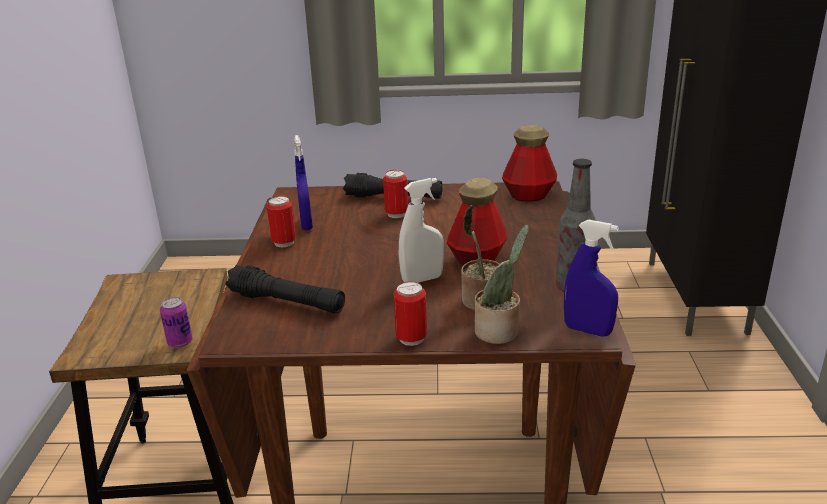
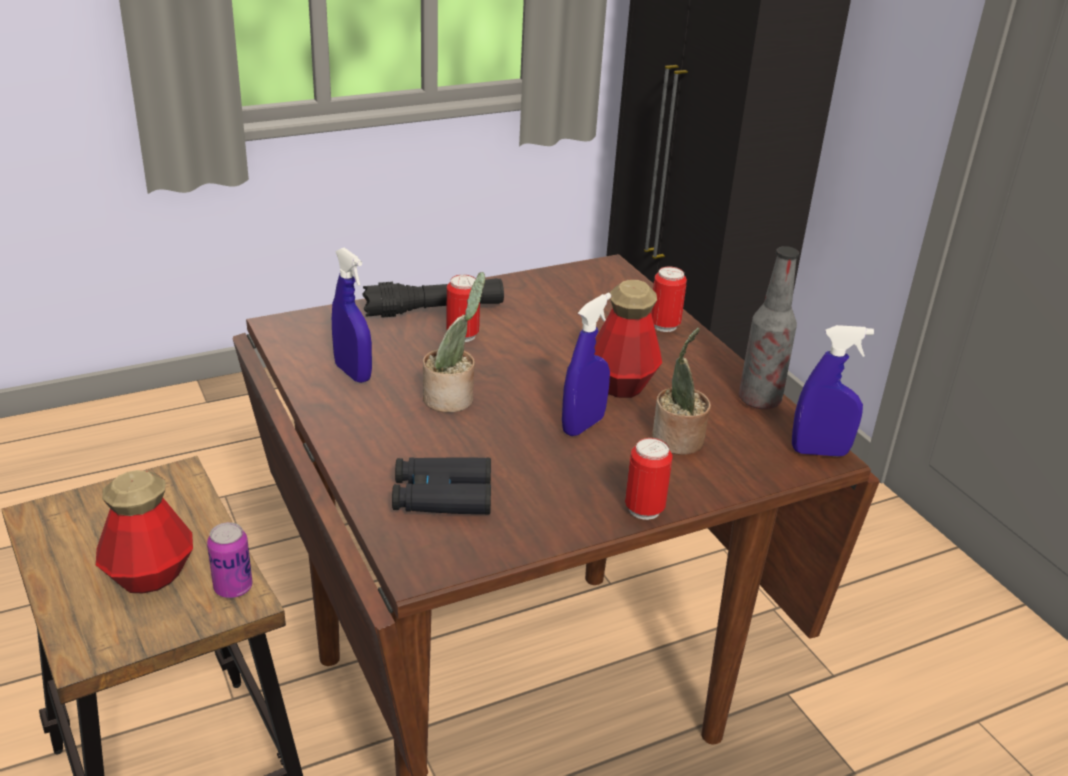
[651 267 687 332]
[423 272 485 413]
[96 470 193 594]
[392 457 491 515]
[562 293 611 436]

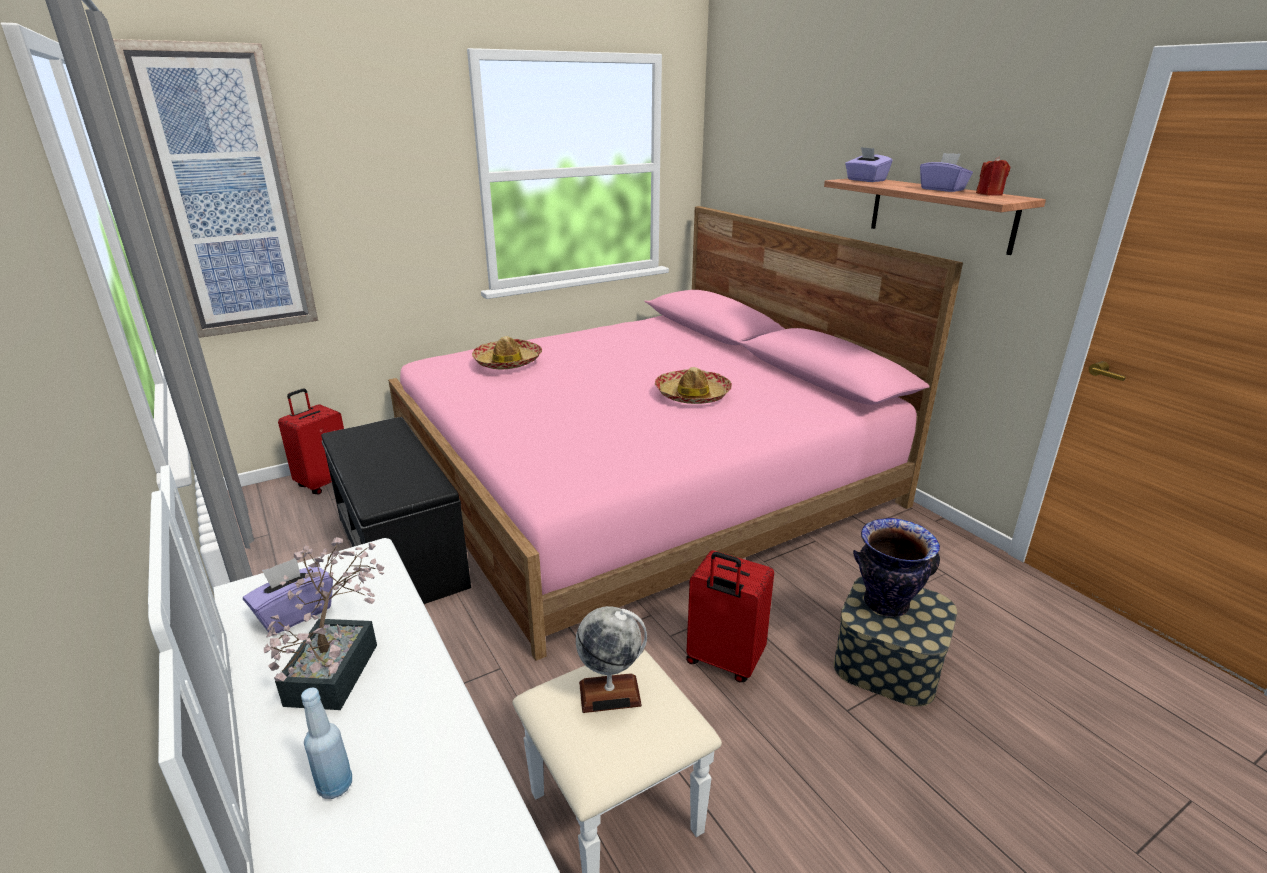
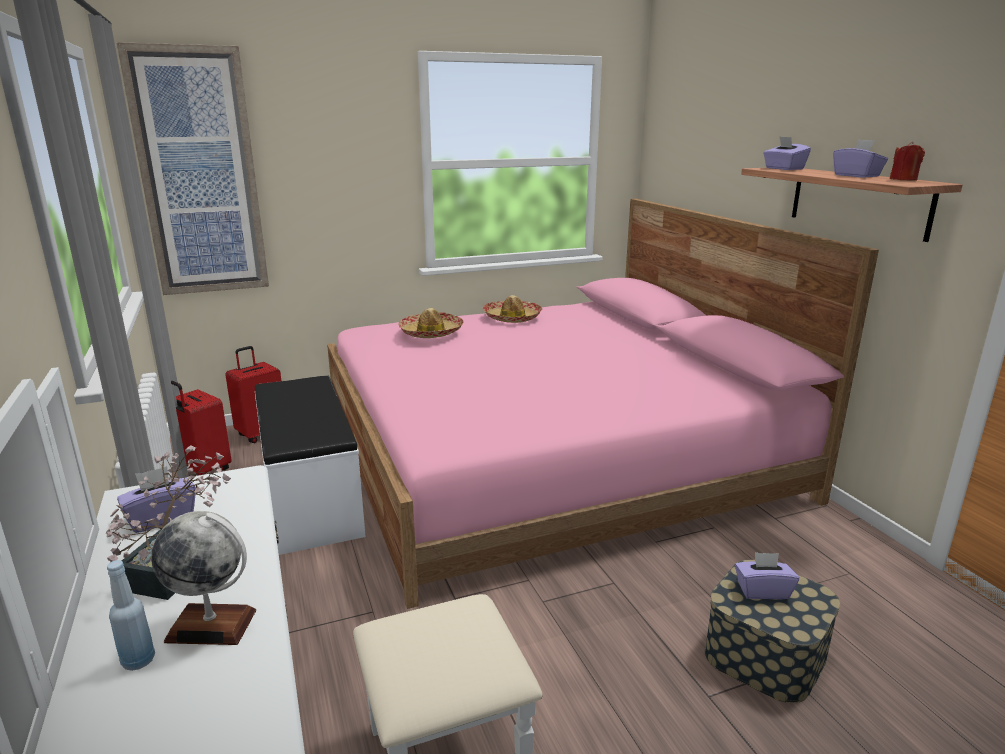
[151 511 256 645]
[483 295 542 323]
[171 381 232 476]
[735 552 799 599]
[255 376 366 555]

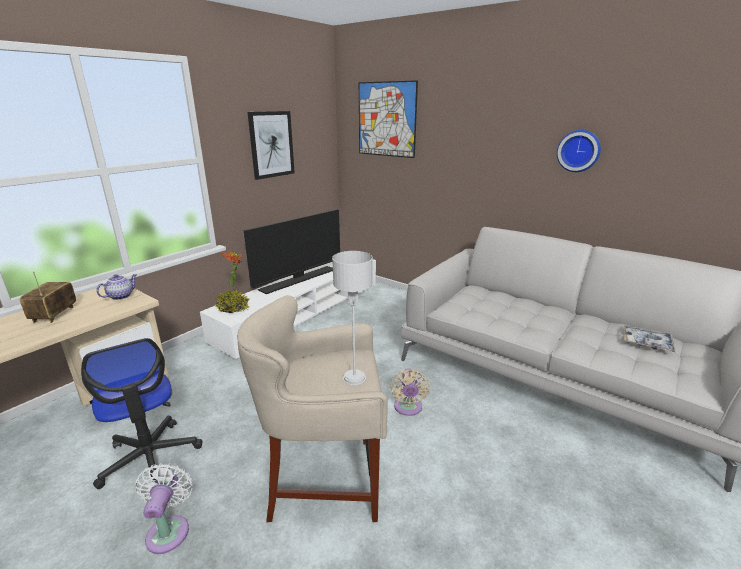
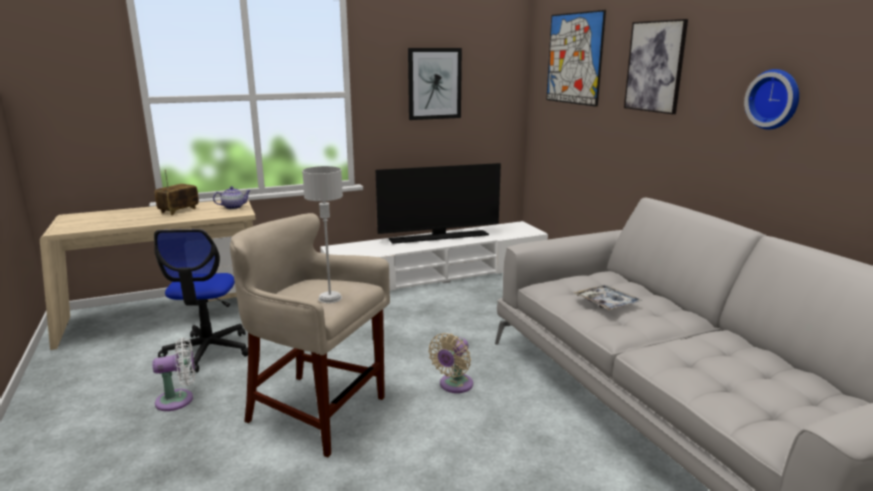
[215 251 250 313] (first image)
[624 19 688 114]
[574 285 643 311]
[152 338 195 411]

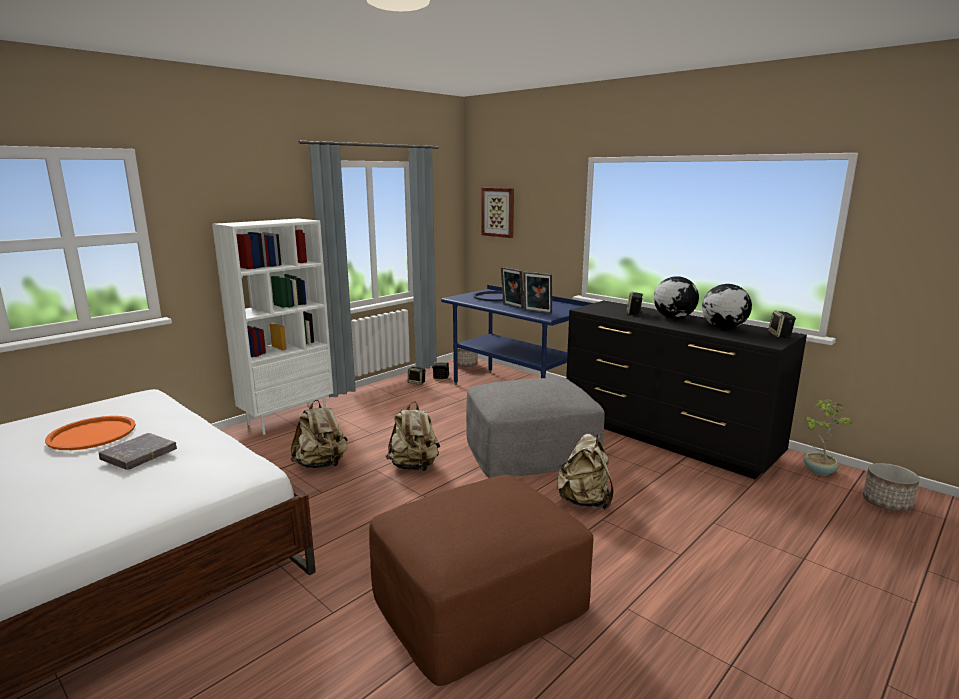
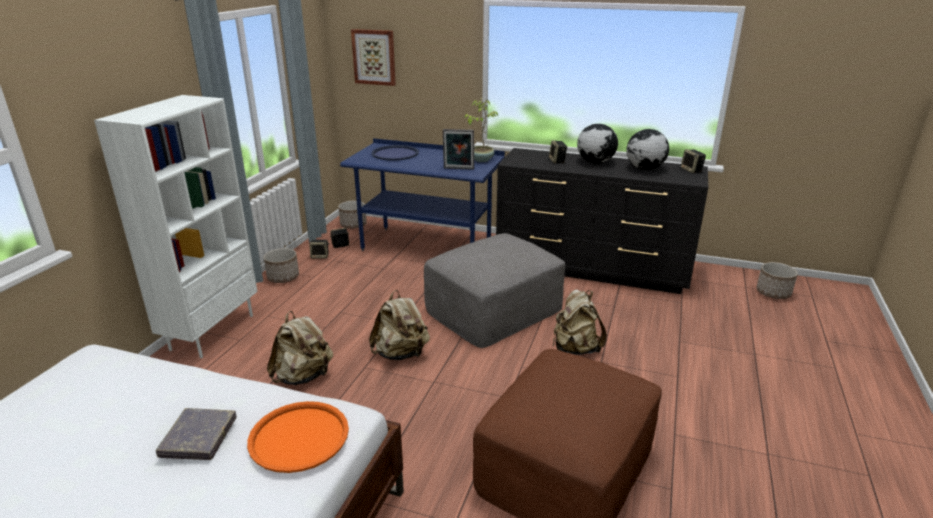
[501 267 524 309] (first image)
[264 248 299 283]
[247 401 349 473]
[465 98 498 162]

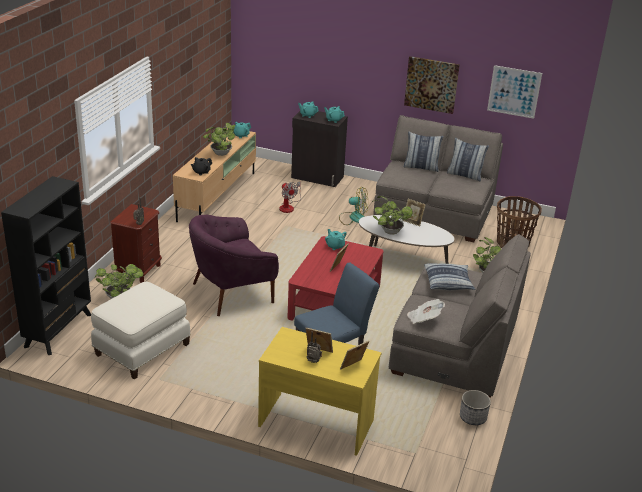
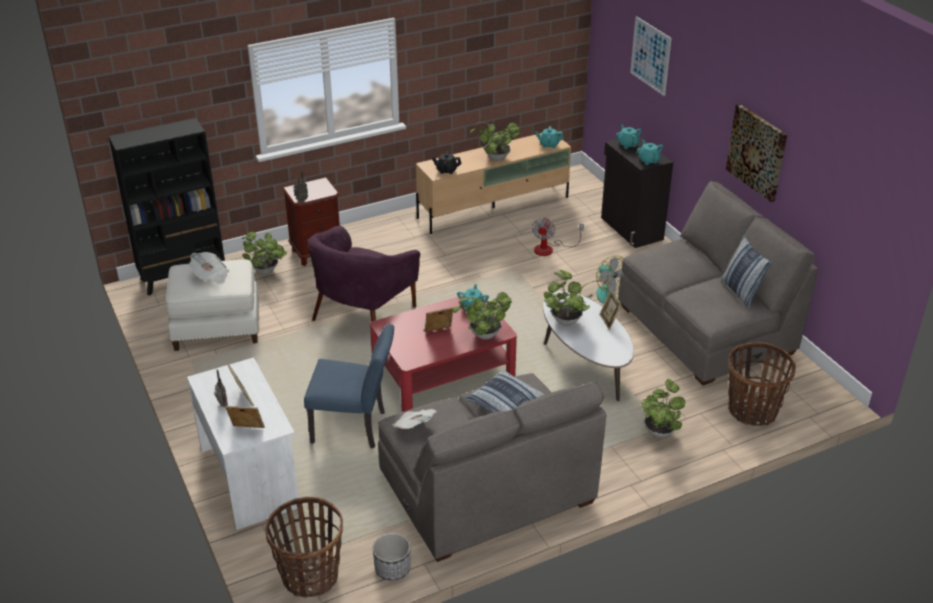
[403 131 444 172] (first image)
[189 252 229 285]
[265 497 343 598]
[453 292 512 340]
[630 16 672 96]
[187 357 298 530]
[307 226 421 322]

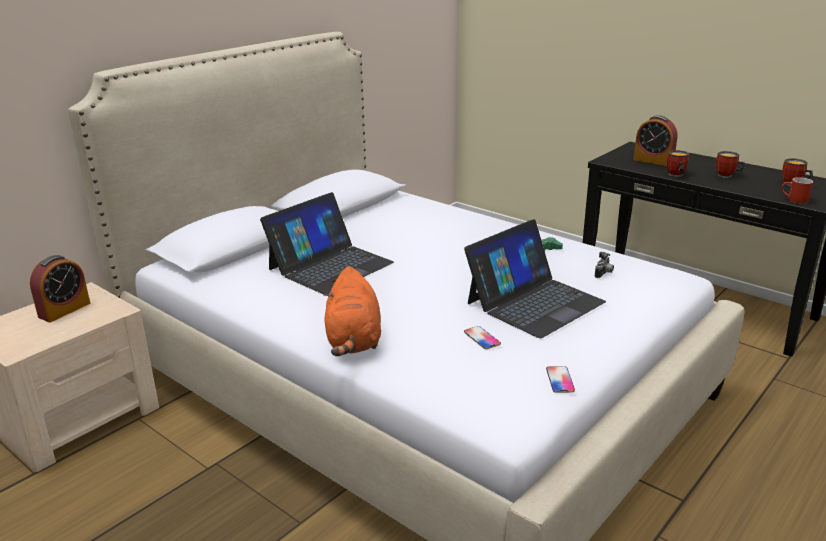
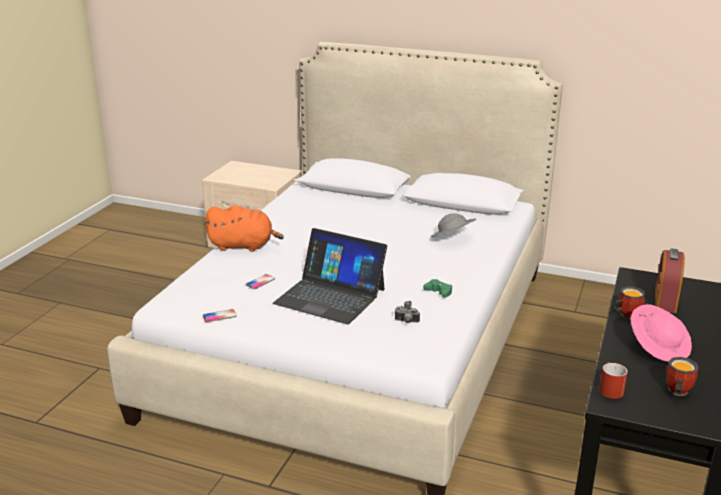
[30 255 90 322] (first image)
[260 192 394 294] (first image)
[431 213 476 237]
[631 304 692 362]
[204 205 284 252]

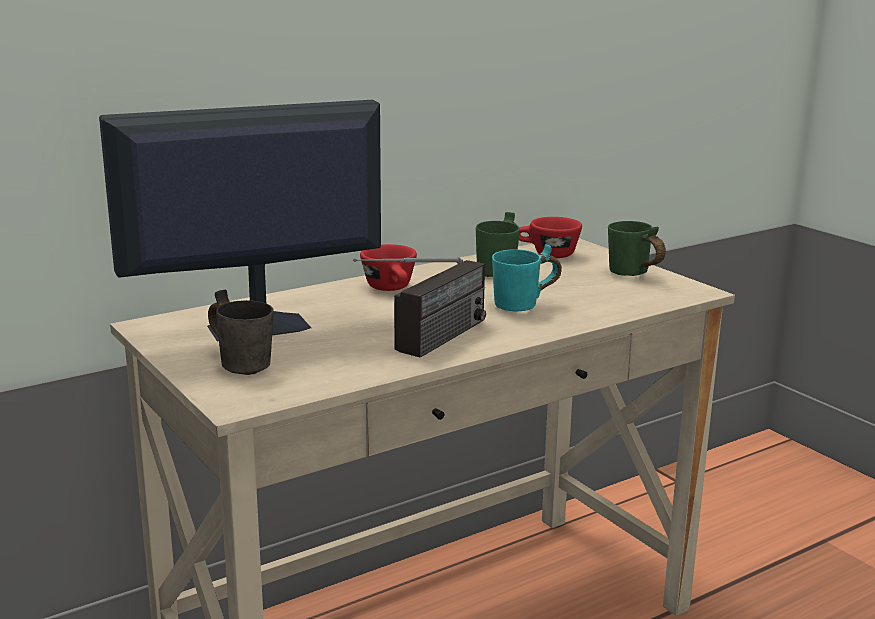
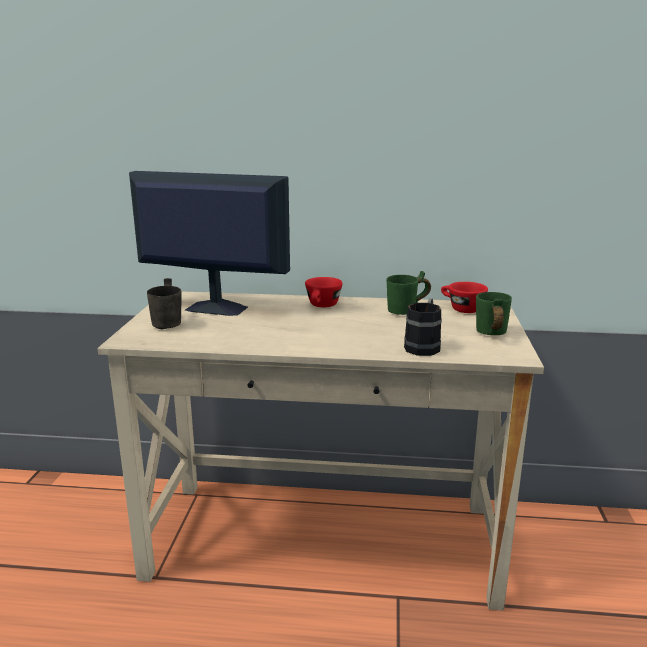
[353 257 486 358] (first image)
[492 244 562 312] (first image)
[404 298 442 356]

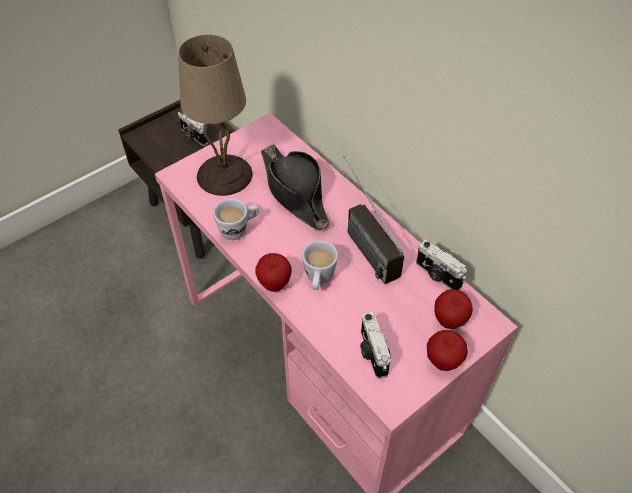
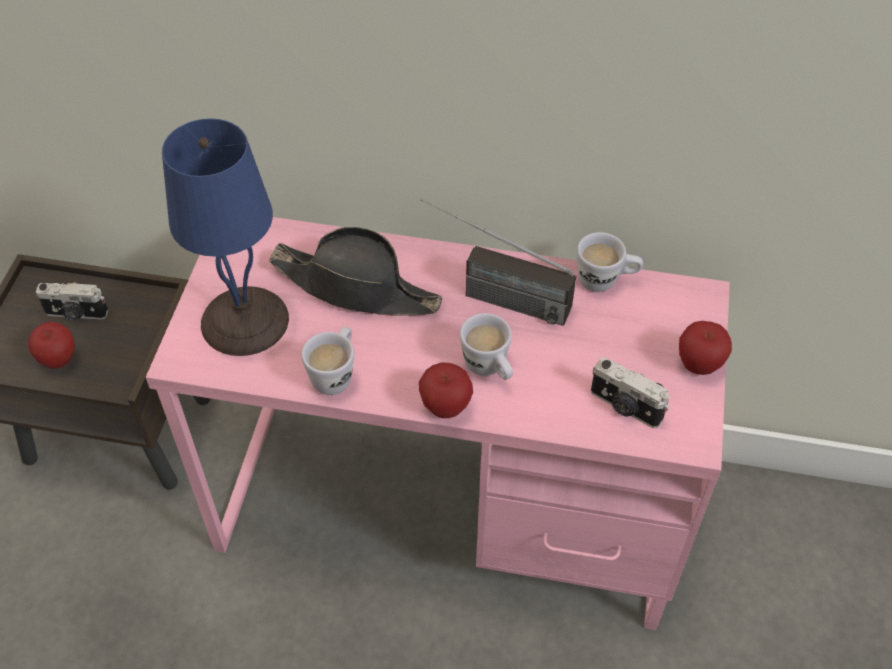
[28 322 75 369]
[577 232 643 292]
[162 119 289 356]

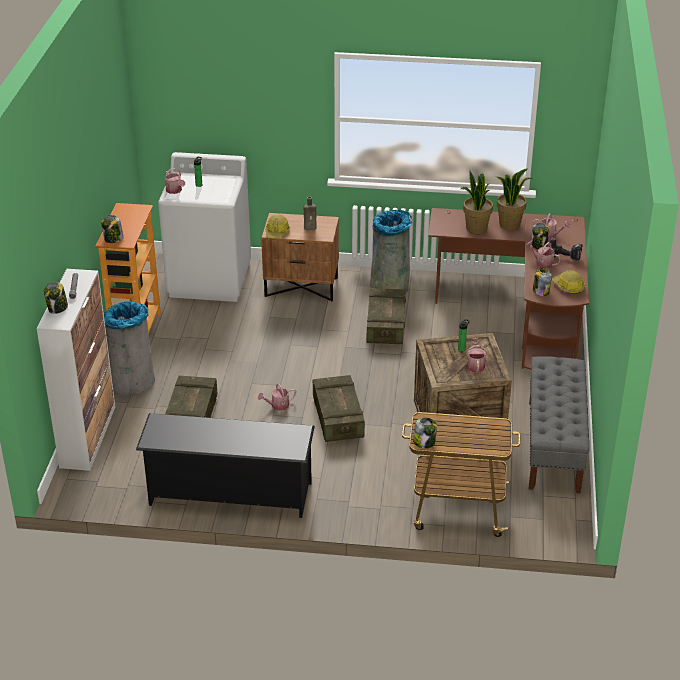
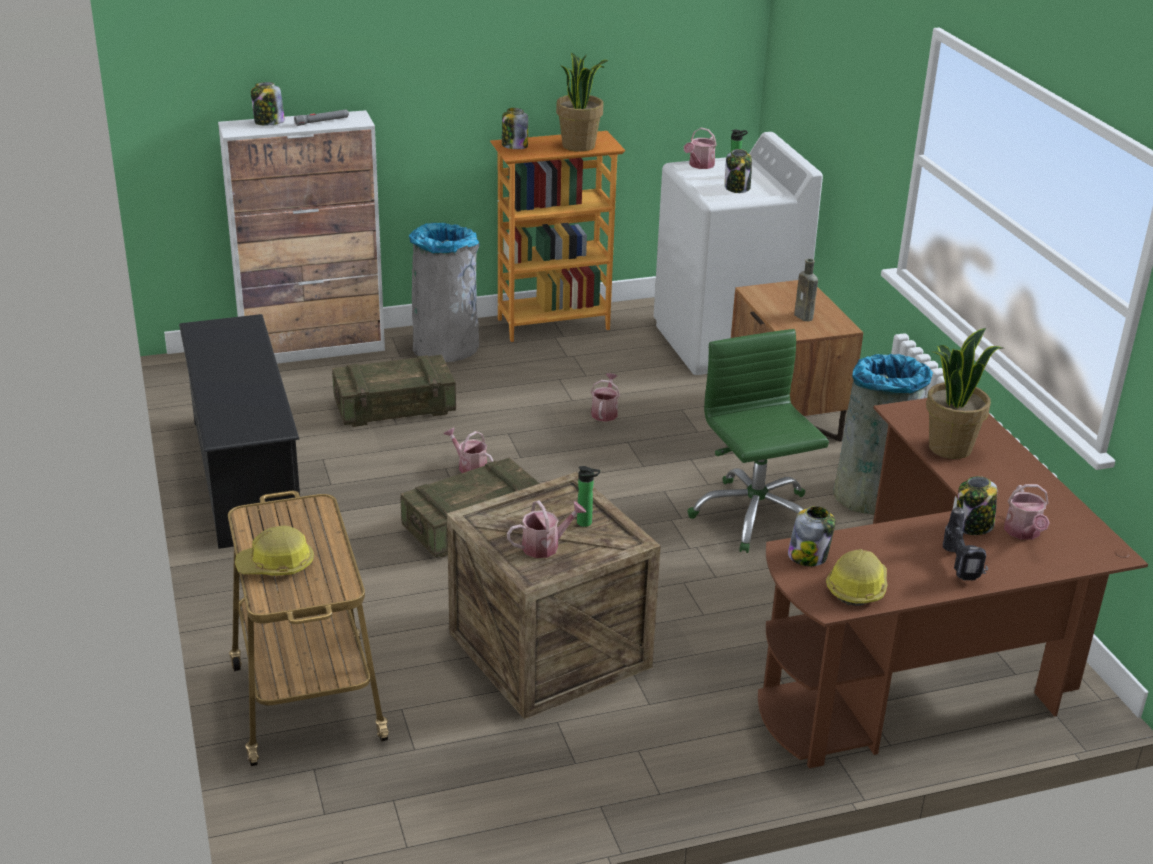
[529 356 590 493] (first image)
[235 525 314 576]
[725 149 752 193]
[556 52 609 152]
[590 373 620 422]
[687 329 829 553]

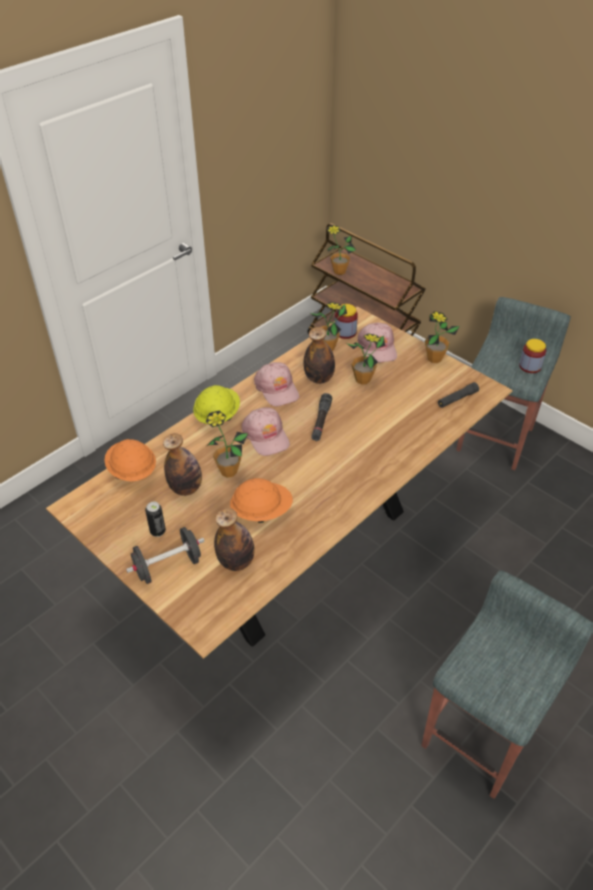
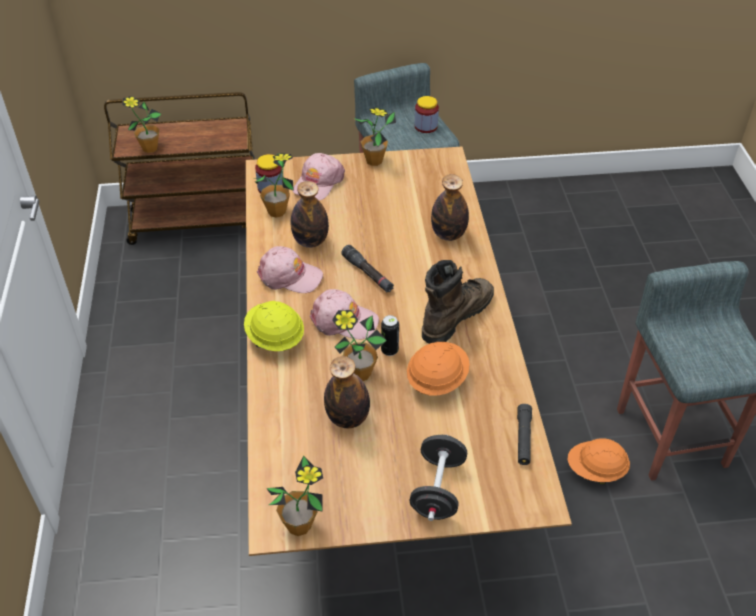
[422 260 494 344]
[567 438 630 484]
[381 315 399 356]
[431 174 469 241]
[266 456 323 536]
[517 404 532 465]
[293 153 345 201]

